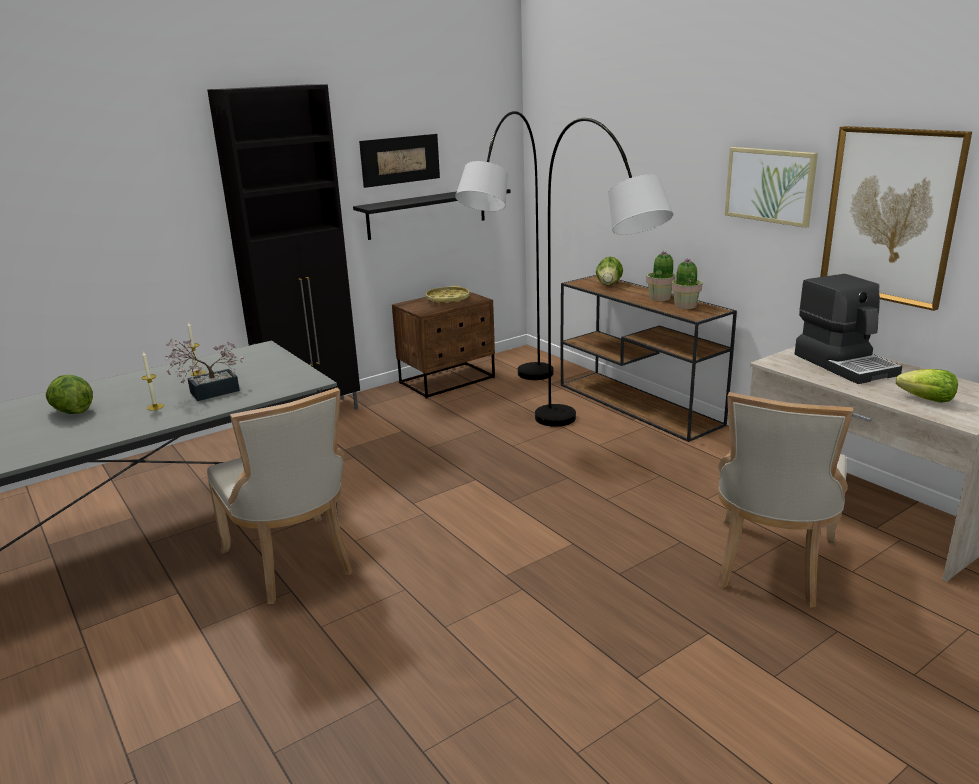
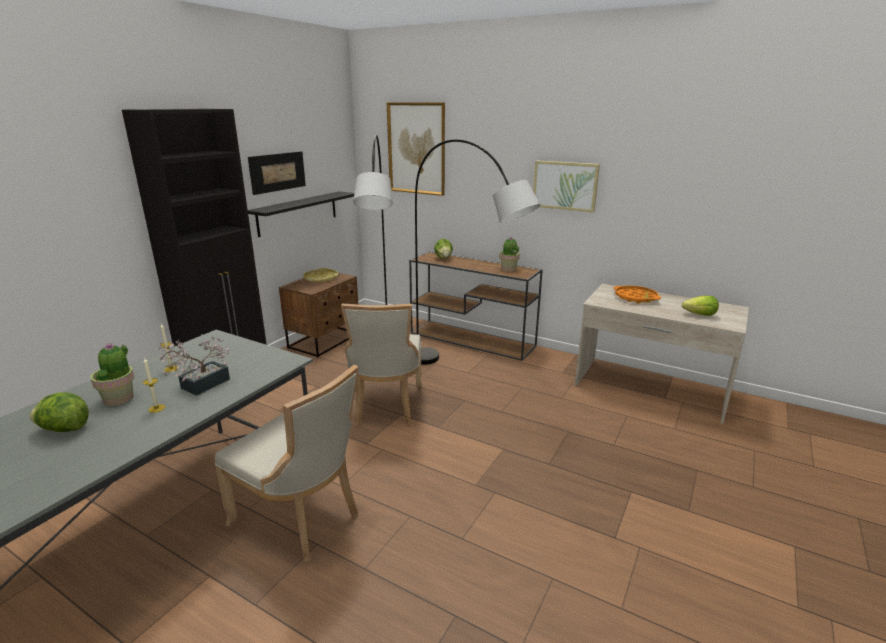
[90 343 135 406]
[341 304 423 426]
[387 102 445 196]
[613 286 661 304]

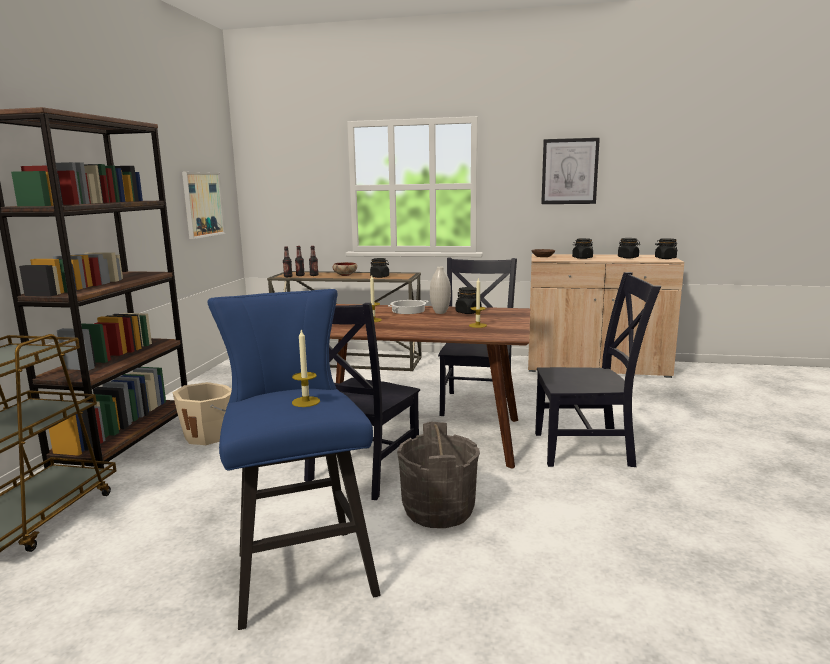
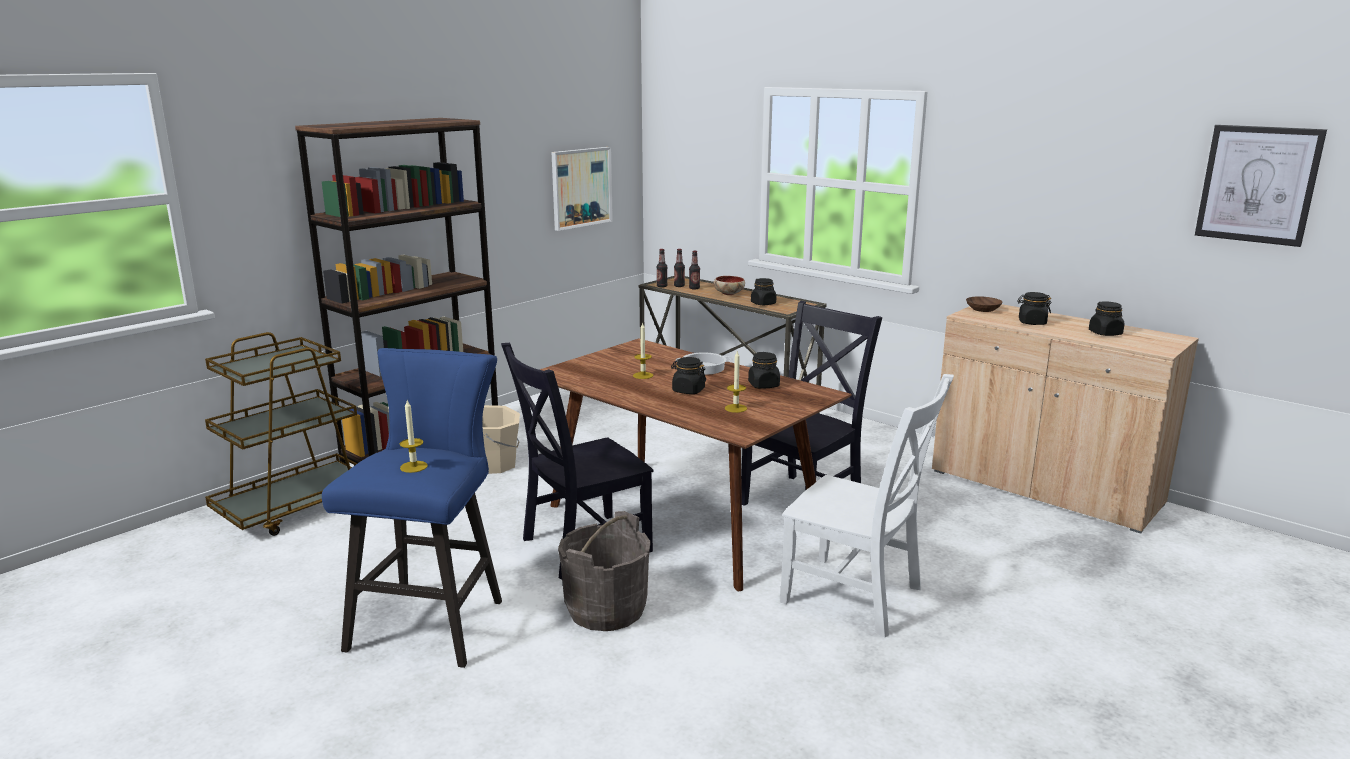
[430 266 451 314] (first image)
[1195 125 1327 247]
[671 357 706 394]
[780 374 954 638]

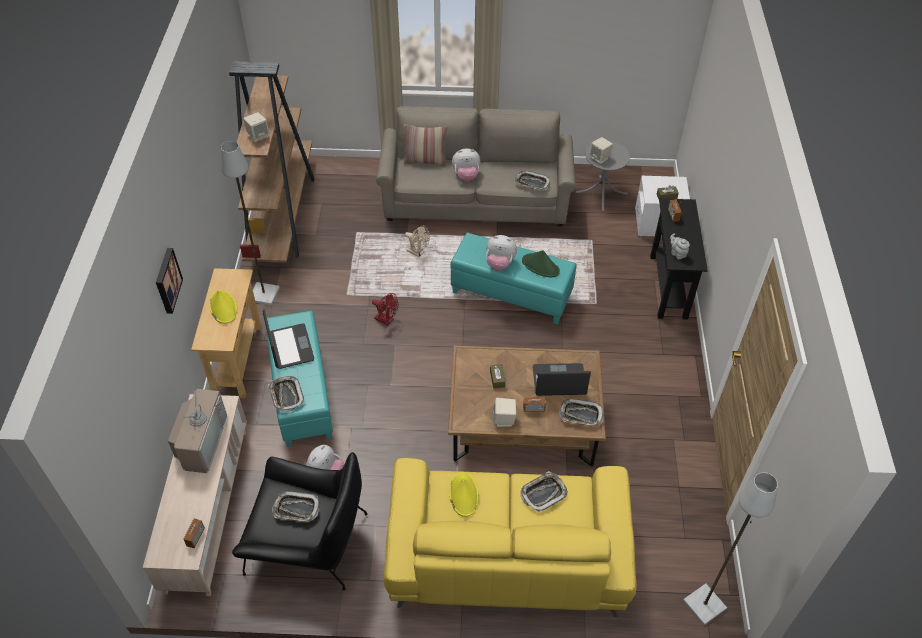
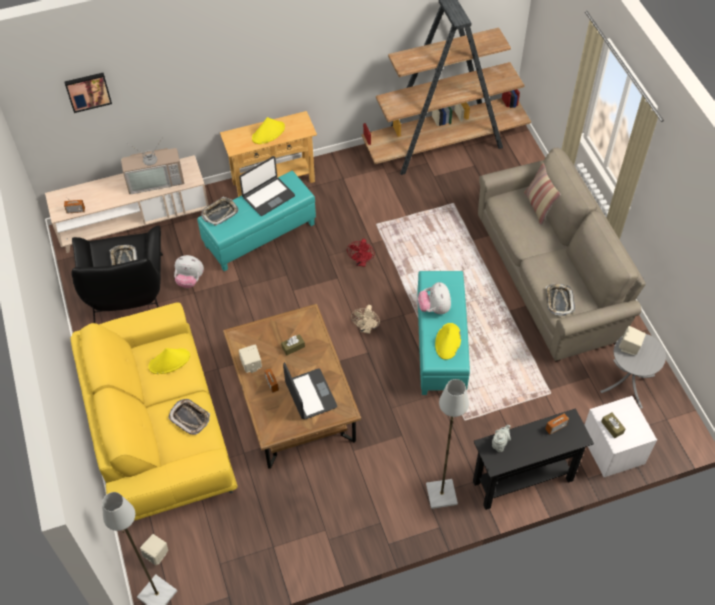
[452 148 480 181] (first image)
[559 399 604 427] (first image)
[64 73 112 113]
[426 379 469 509]
[140 534 168 566]
[351 305 380 334]
[435 323 461 360]

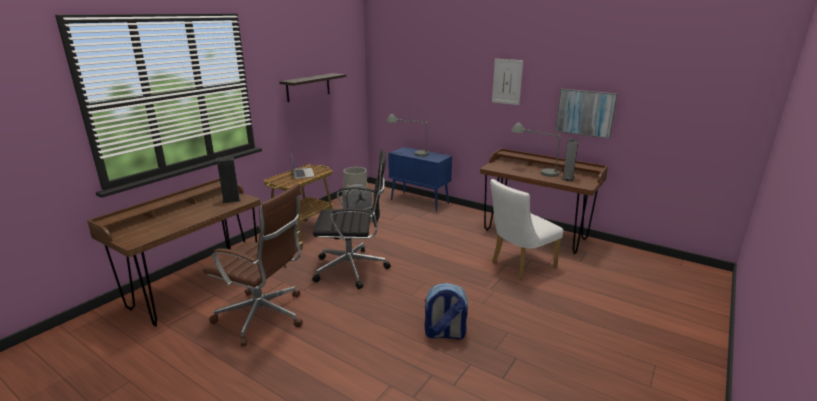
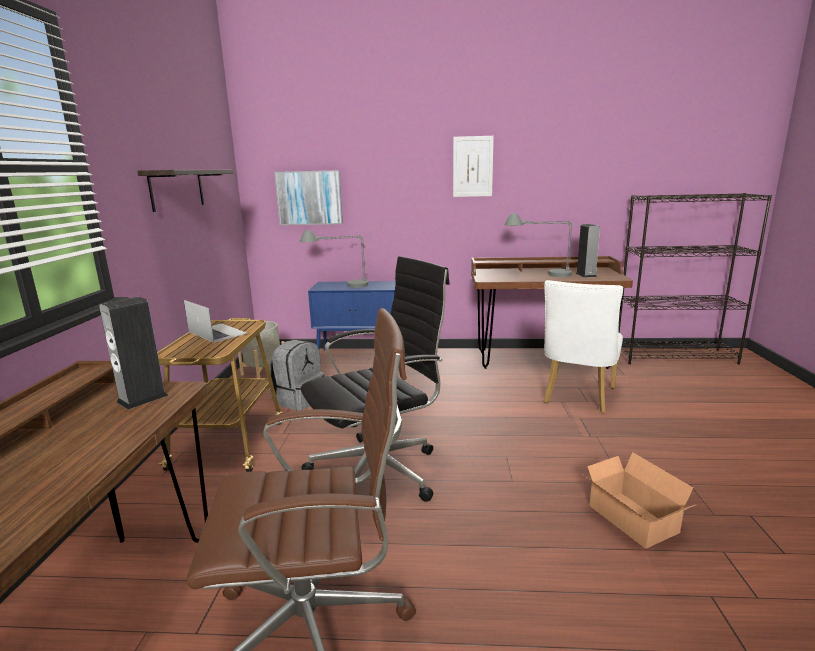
[618 193 772 364]
[274 170 343 225]
[582 452 697 549]

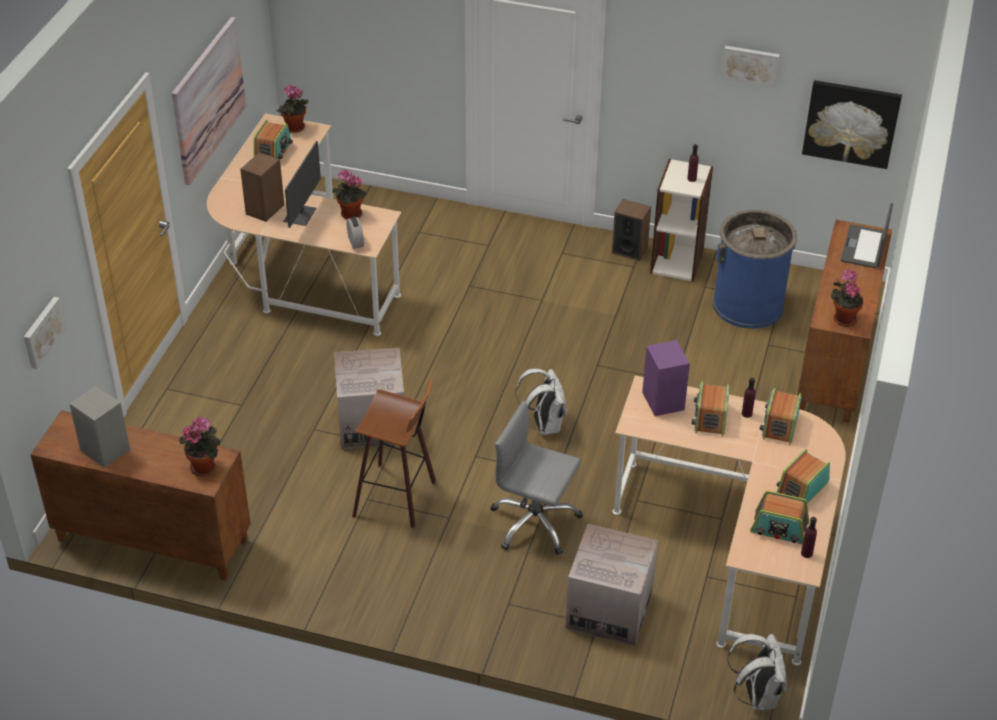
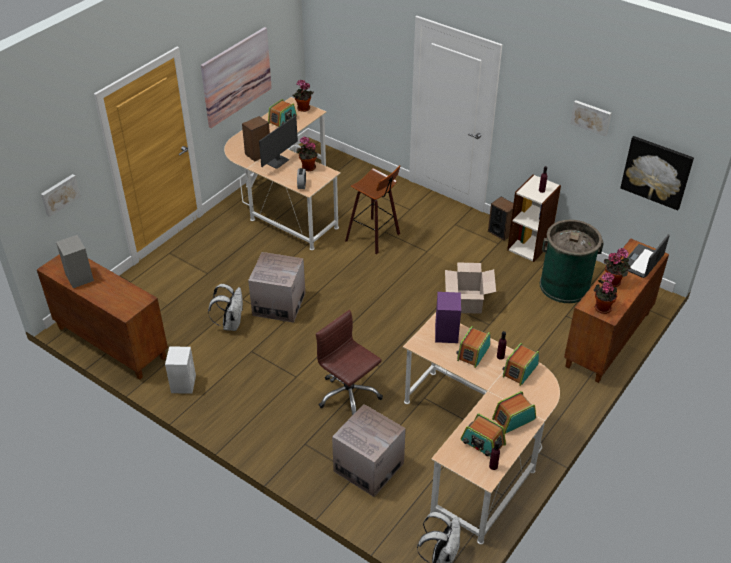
[165 346 196 394]
[445 262 496 314]
[604 248 631 287]
[345 165 401 254]
[208 284 243 331]
[316 310 383 416]
[539 220 604 303]

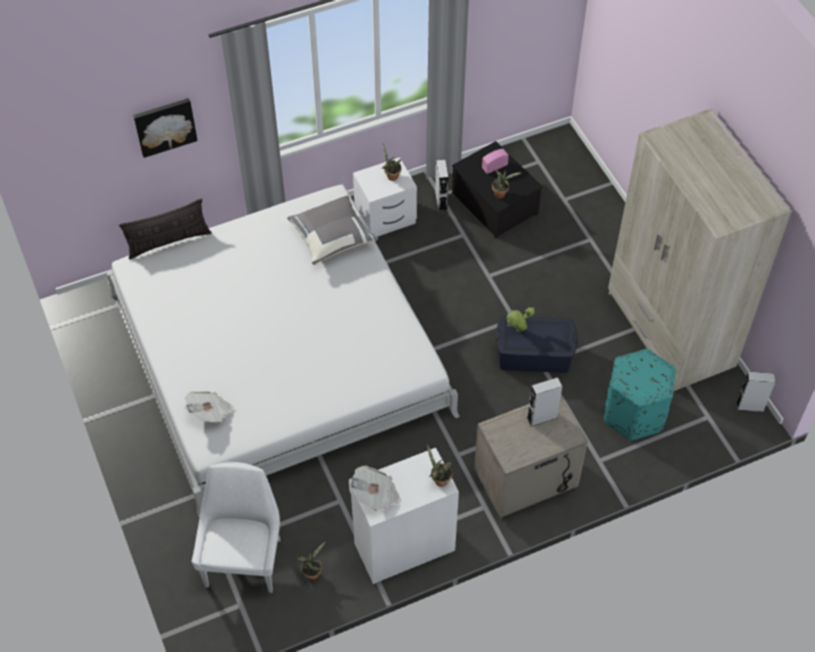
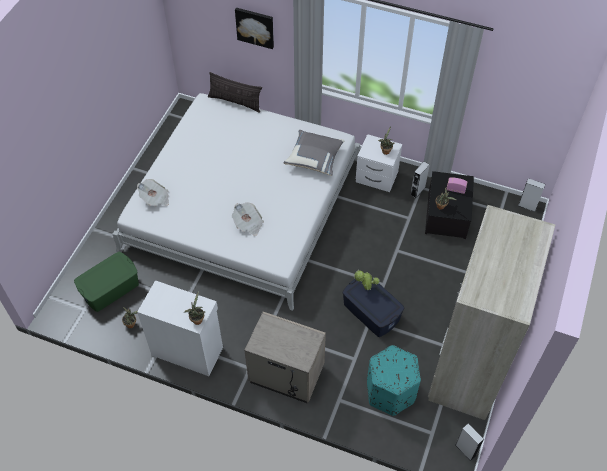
[232 202 264 236]
[518 178 545 212]
[74 252 139 312]

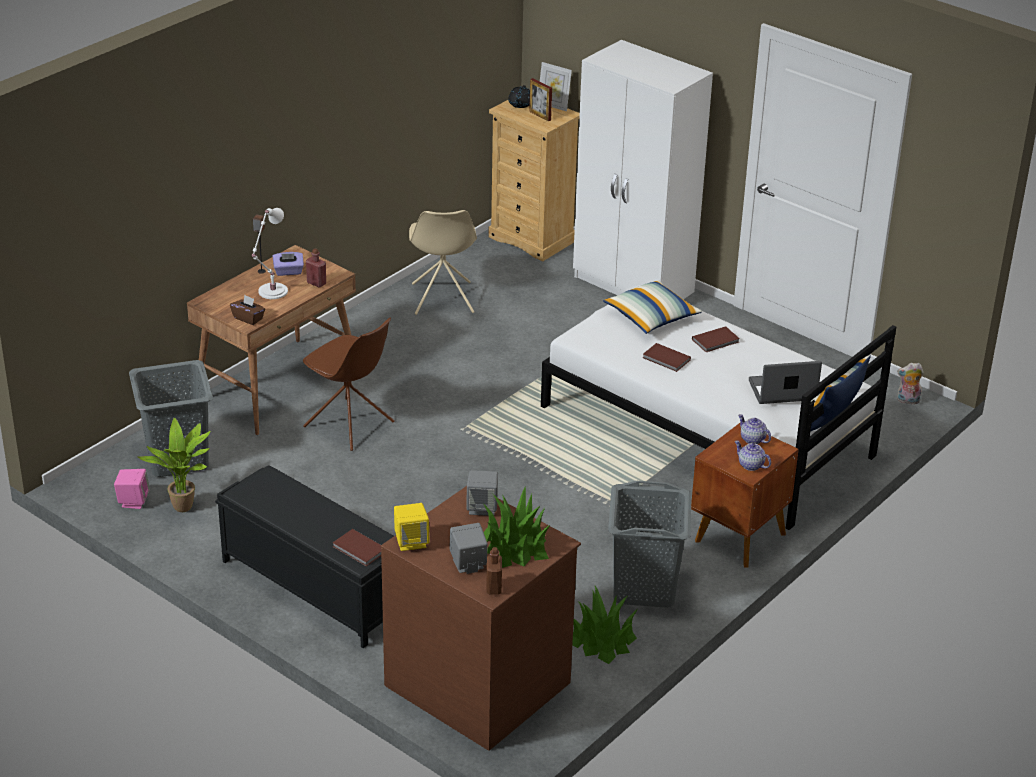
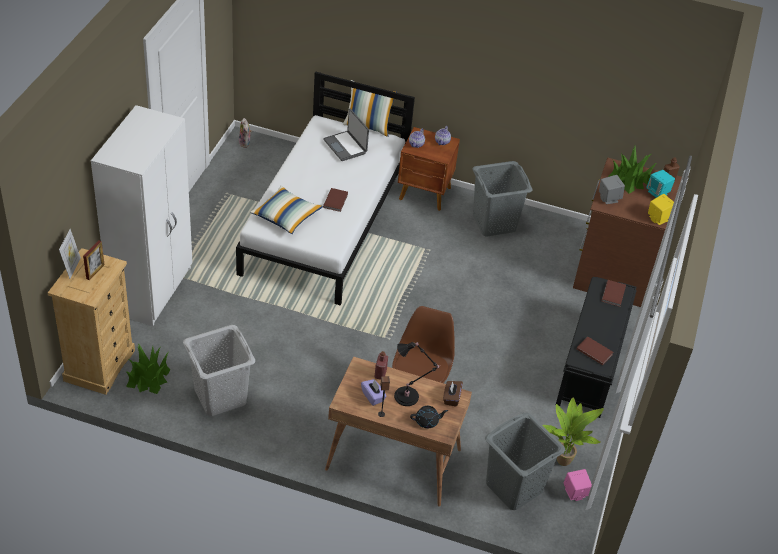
[410 406 448 428]
[126 343 171 394]
[576 337 613 365]
[183 325 255 416]
[394 342 440 406]
[646 170 675 198]

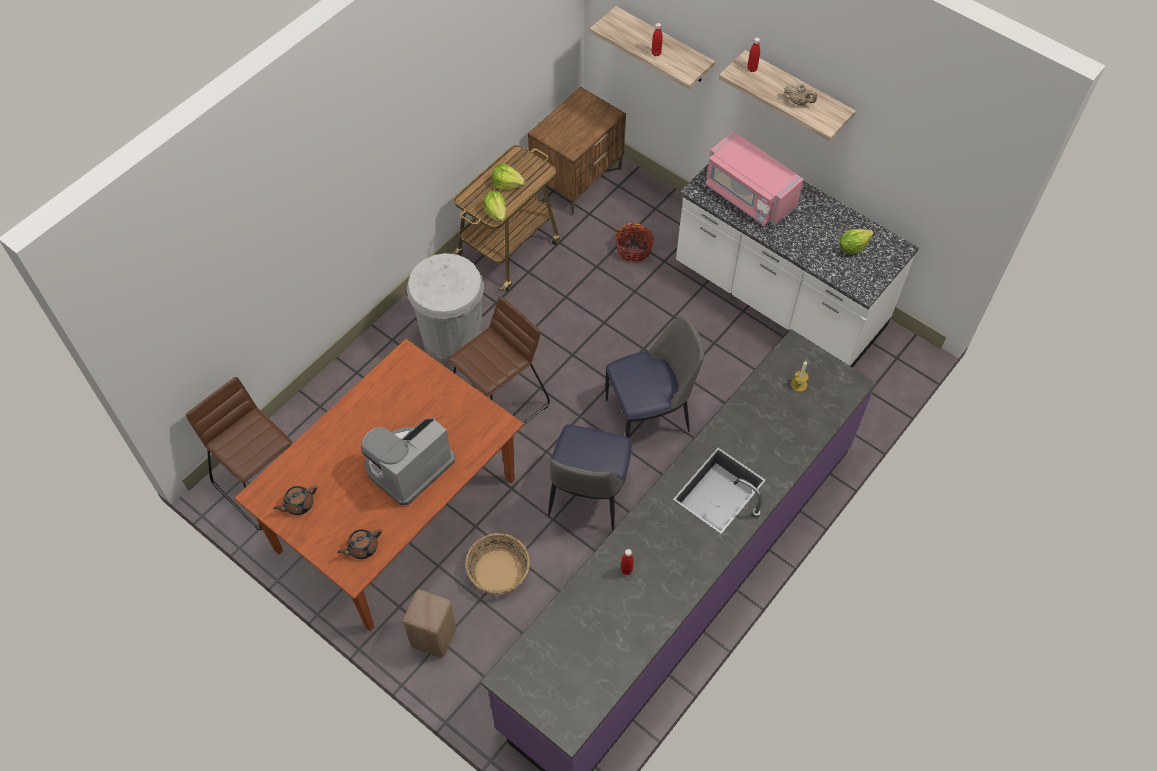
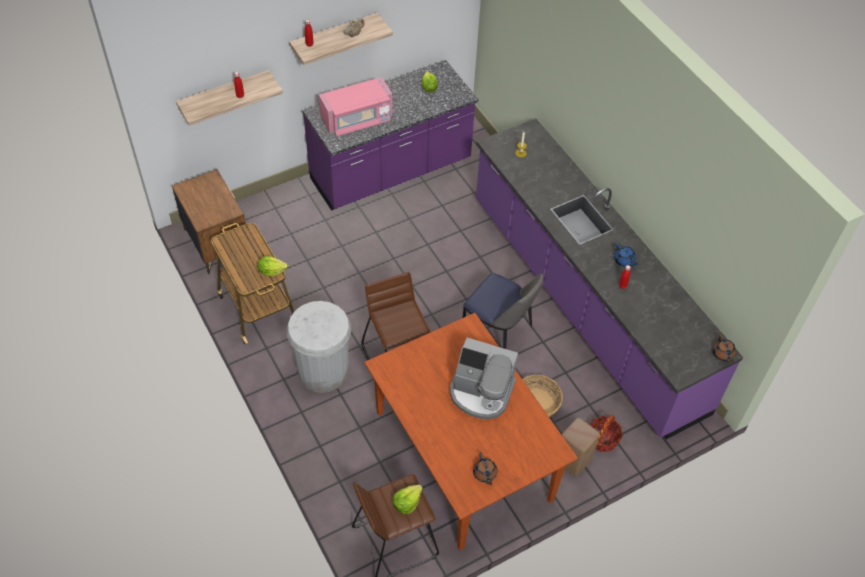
[605 315 704 438] (first image)
[614 243 639 267]
[712 334 736 363]
[392 485 423 514]
[590 415 623 452]
[302 60 478 211]
[450 338 518 419]

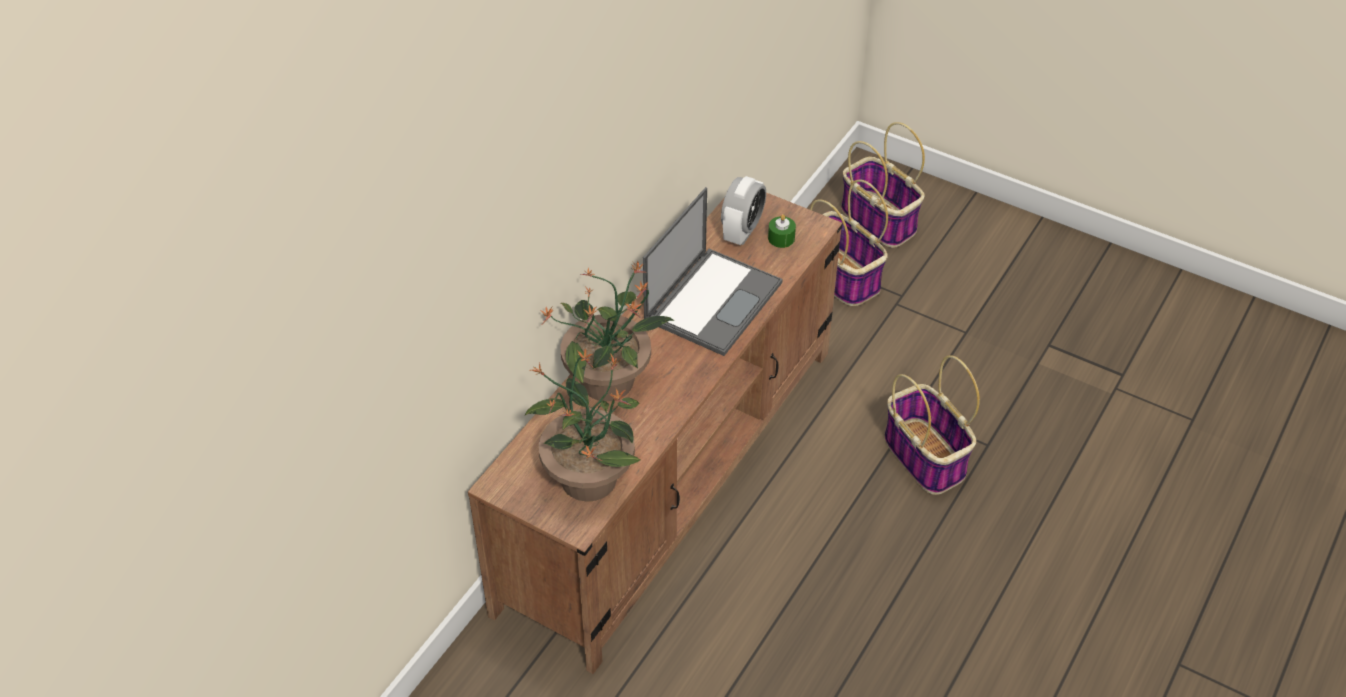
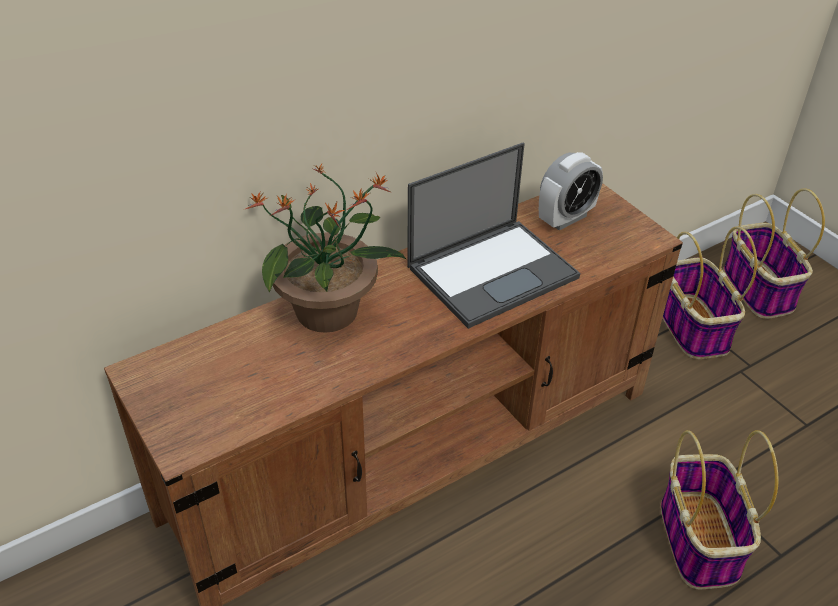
[525 349 640 502] (first image)
[768 214 796 248] (first image)

